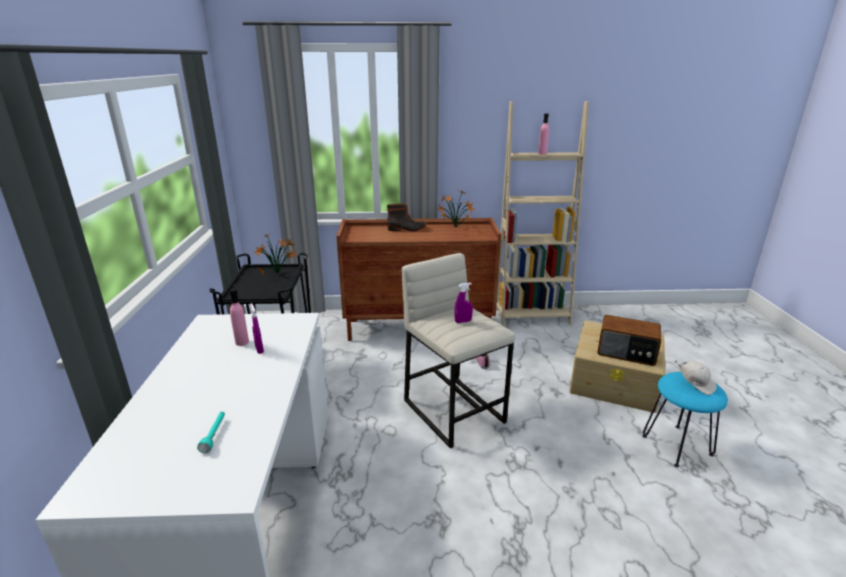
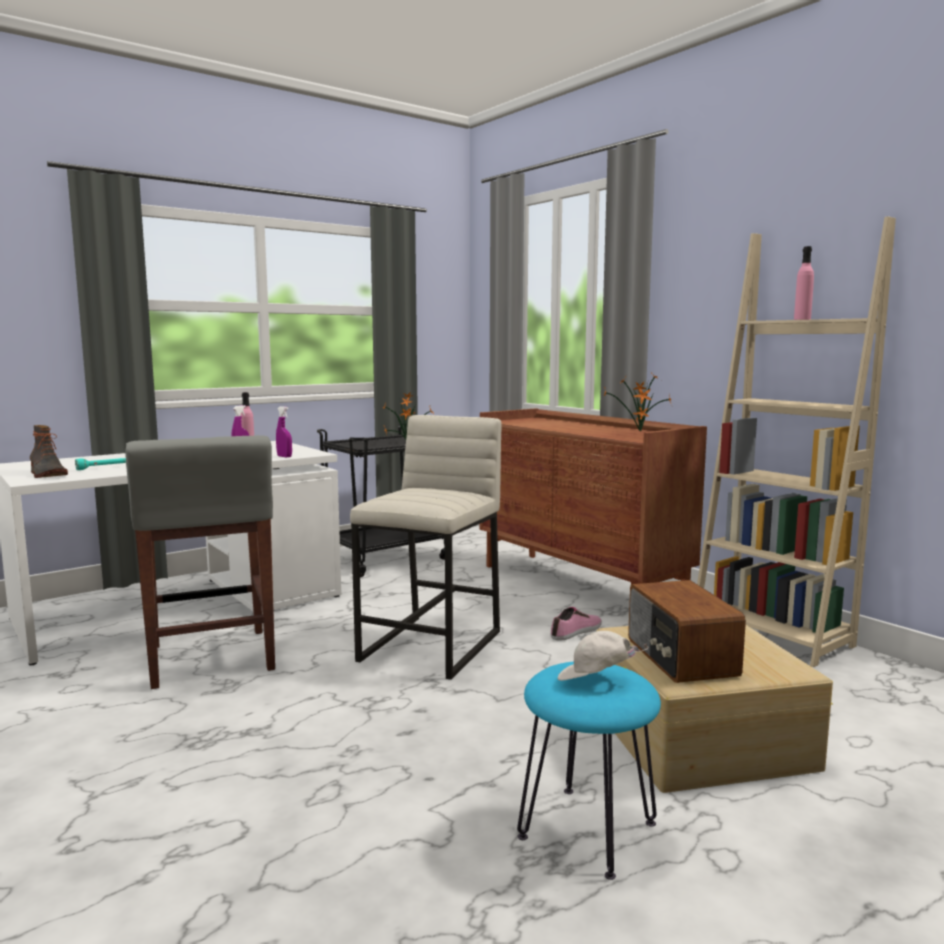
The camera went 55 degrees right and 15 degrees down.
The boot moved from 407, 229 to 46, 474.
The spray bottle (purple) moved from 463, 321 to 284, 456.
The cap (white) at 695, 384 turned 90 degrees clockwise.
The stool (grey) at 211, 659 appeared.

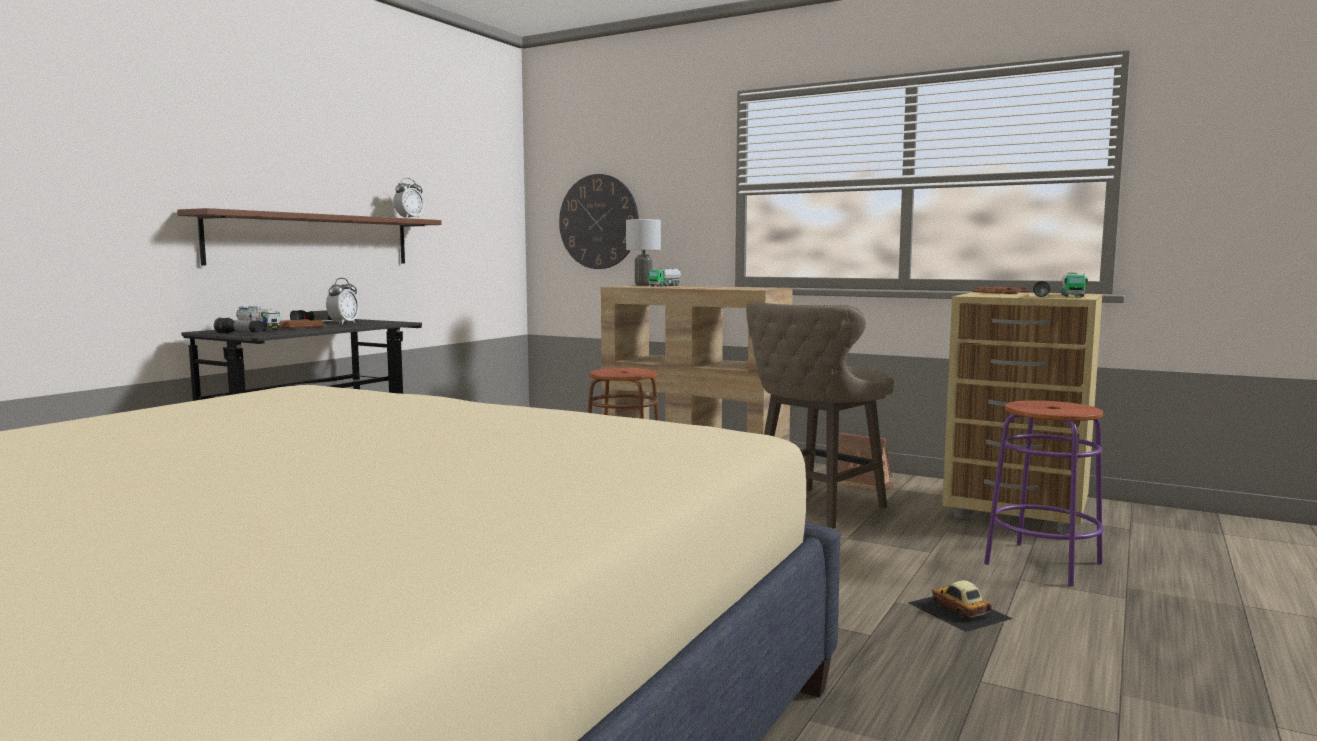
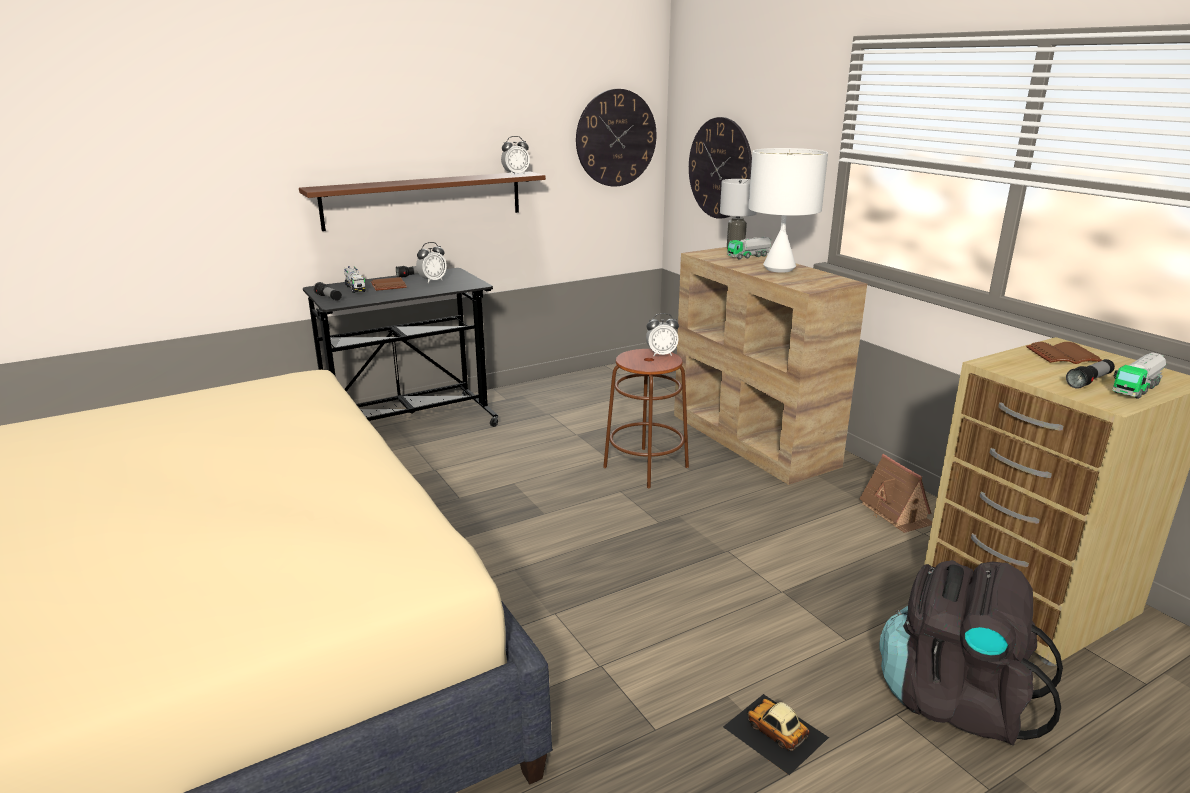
The camera went 30 degrees right and 15 degrees up.
The stool (beige) at 814, 508 disappeared.
The toy car at 958, 610 turned 45 degrees counterclockwise.
The stool (purple) at 1043, 563 was replaced by the backpack (black) at 954, 700.
The wall clock at 616, 138 appeared.
The alarm clock at 661, 354 appeared.
The table lamp (white) at 779, 269 appeared.

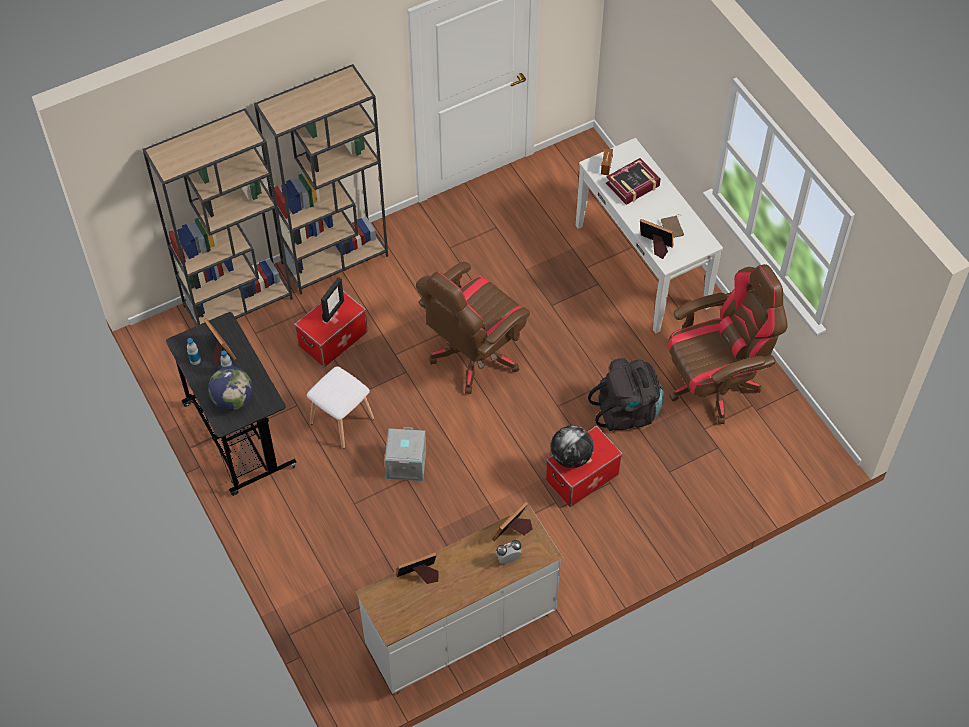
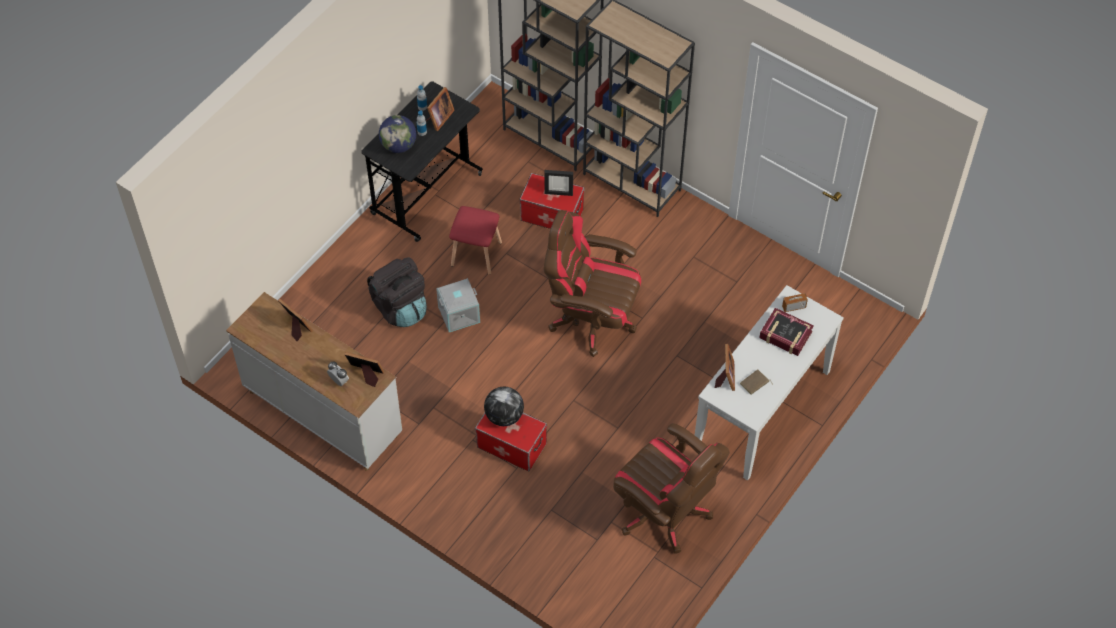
The camera went 65 degrees right and 0 degrees up.
The stool (white) at 343, 421 became the stool (red) at 476, 255.
The backpack (black) moved from 627, 412 to 400, 307.

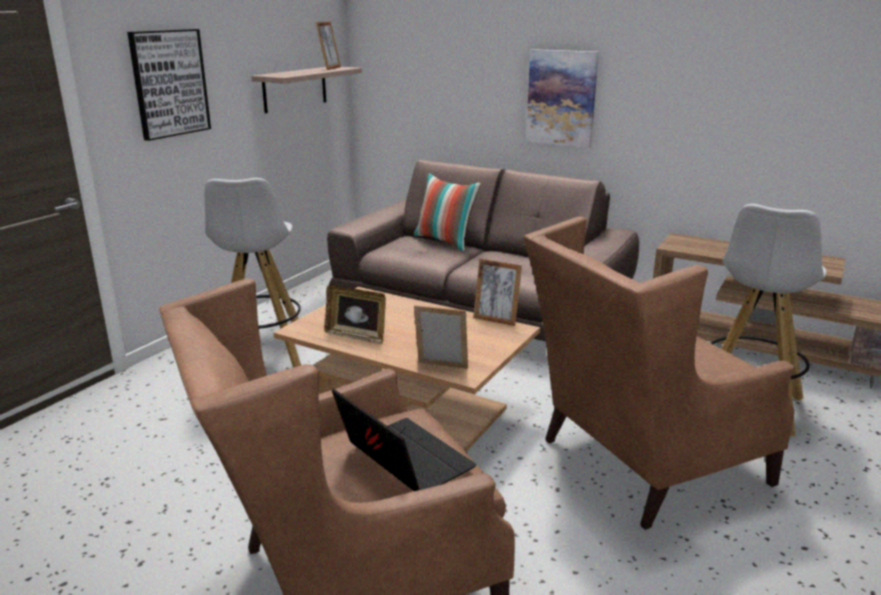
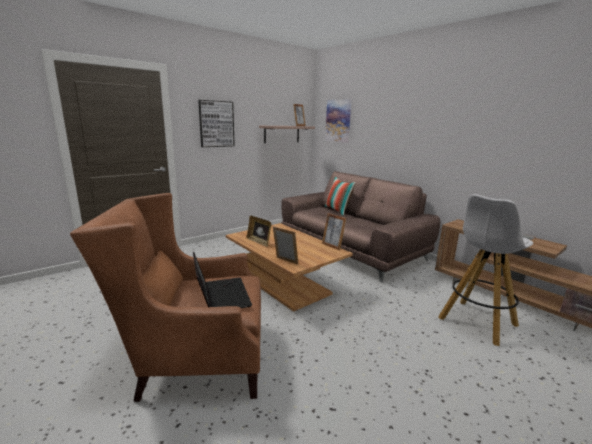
The camera went 20 degrees right and 5 degrees down.
The stool (white) at 262, 355 disappeared.
The armchair (brown) at 641, 465 disappeared.
The picture moved from 561, 98 to 338, 121.

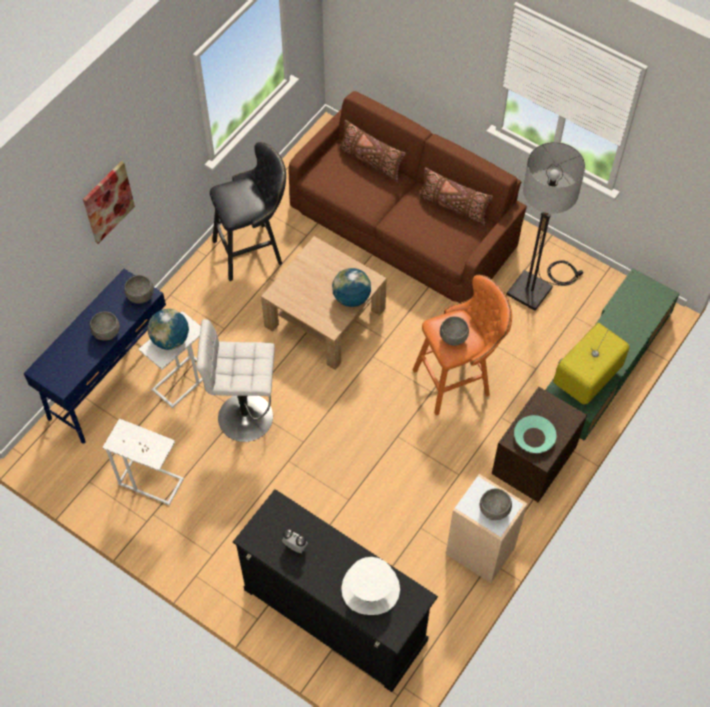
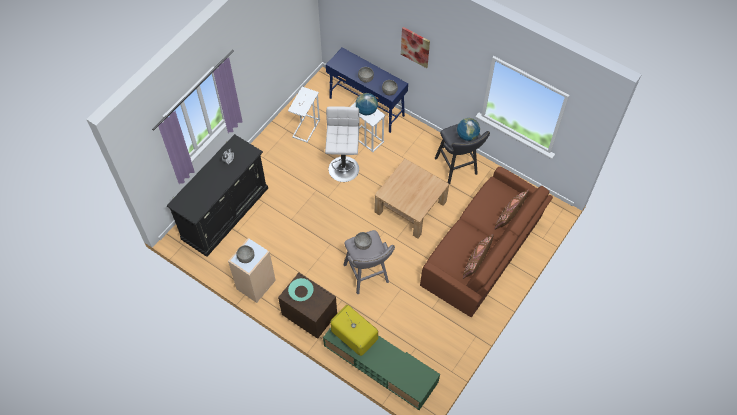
The camera went 90 degrees right and 0 degrees up.
The globe moved from 351, 298 to 467, 135.
The hat (white) at 370, 589 disappeared.
The stool (orange) at 459, 379 became the stool (grey) at 368, 278.
The floor lamp at 539, 286 disappeared.

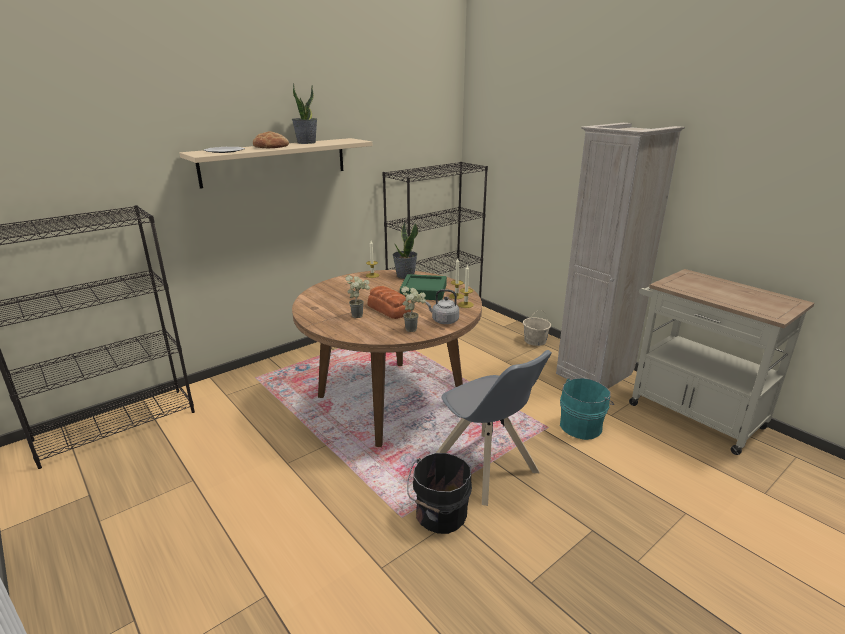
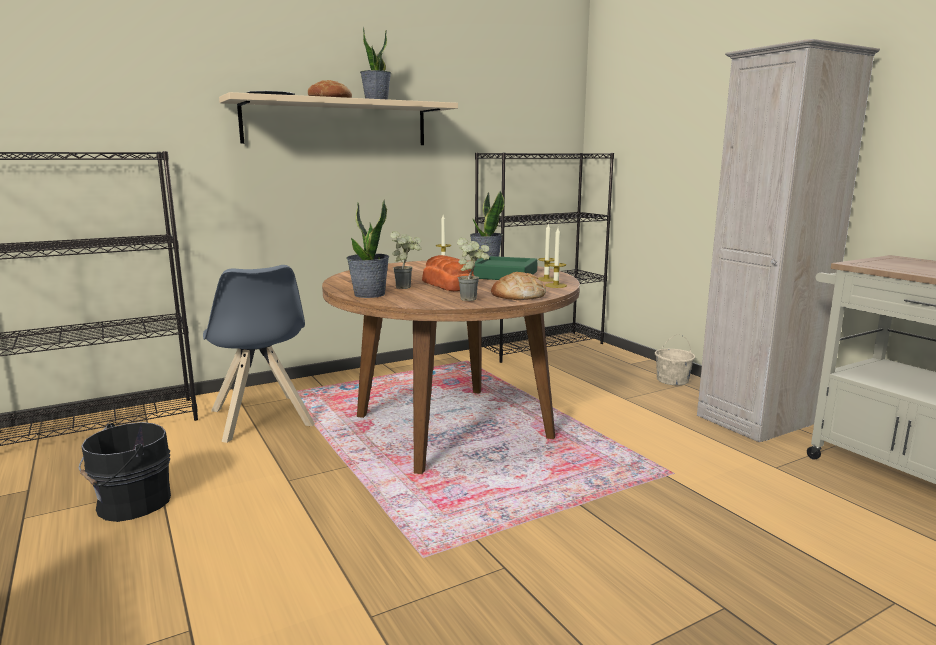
The camera went 10 degrees right and 10 degrees down.
The bucket (black) moved from 439, 515 to 130, 504.
The kettle (grey) at 443, 321 was replaced by the bread at 518, 295.
The chair (grey) moved from 486, 468 to 262, 419.
The bucket (turquoise) at 582, 426 disappeared.
The potted plant at 369, 294 appeared.

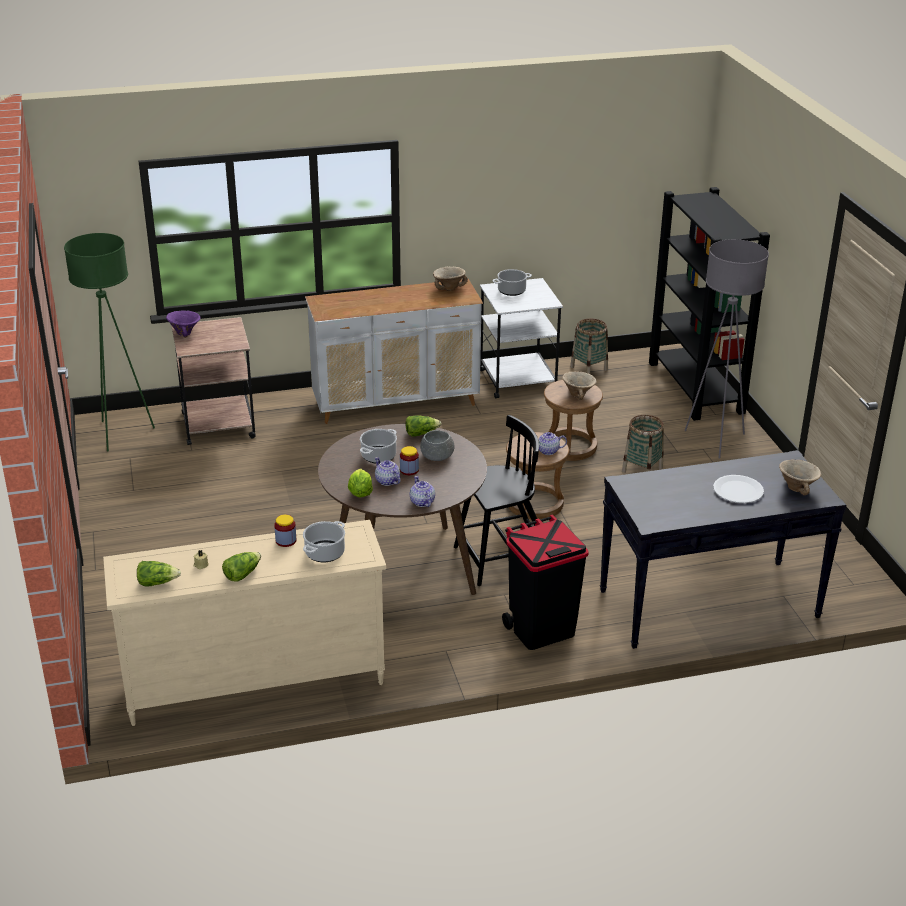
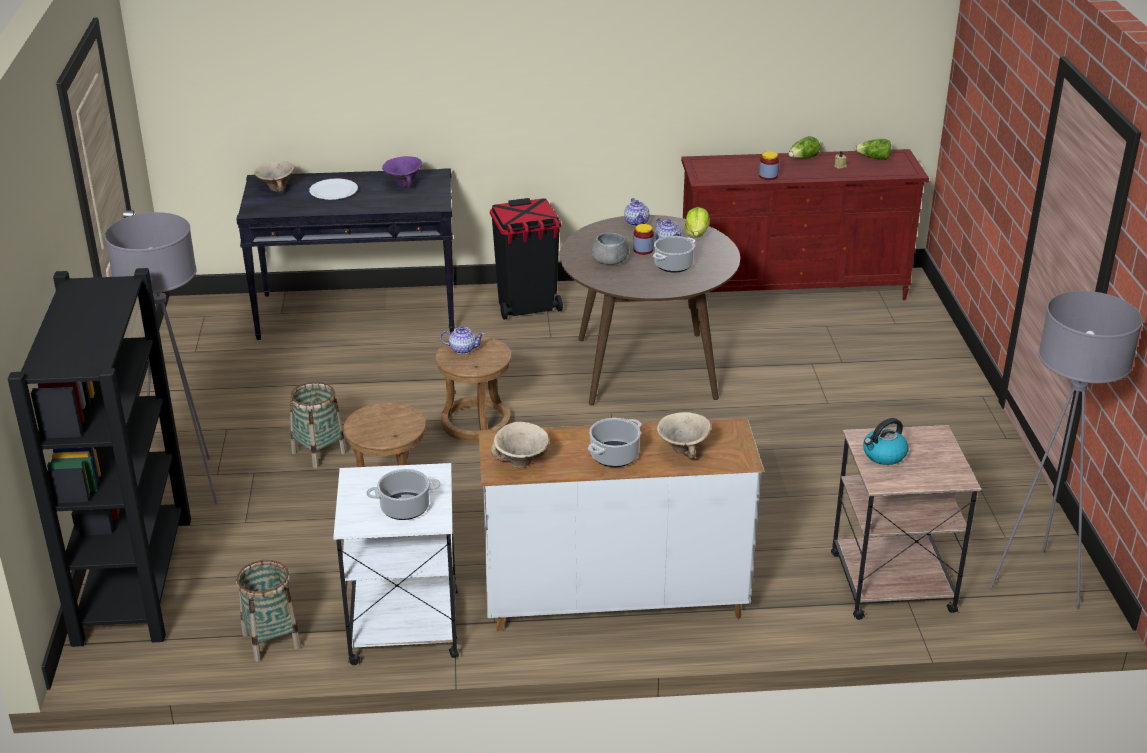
The camera went 170 degrees left and 0 degrees up.
The floor lamp (green) at 121, 433 became the floor lamp (grey) at 1037, 582.
The dresser (beige) at 255, 685 became the dresser (red) at 792, 290.
The bowl (purple) moved from 185, 333 to 402, 184.
The cooking pot moved from 325, 552 to 614, 456.
The lettuce at 421, 433 disappeared.
The chair (black) at 503, 558 disappeared.
The bowl (beige) moved from 578, 394 to 682, 451.
The kettle at 883, 455 appeared.

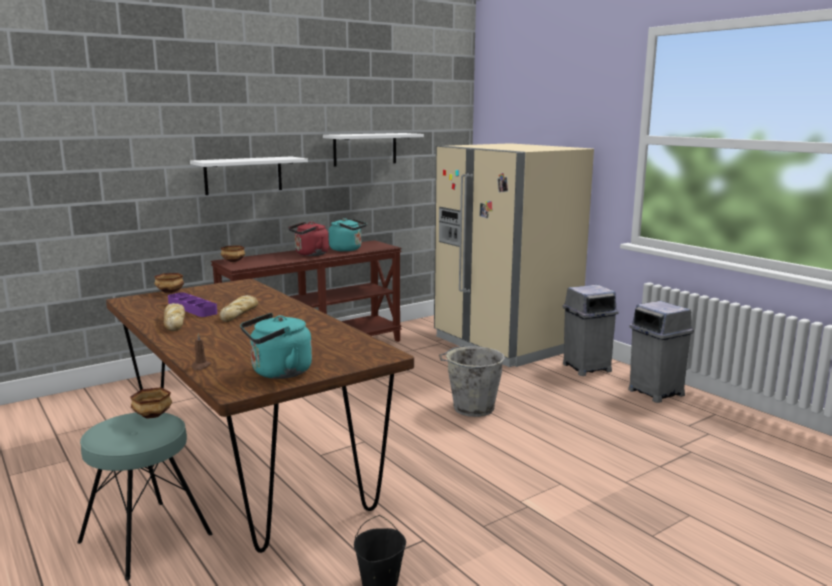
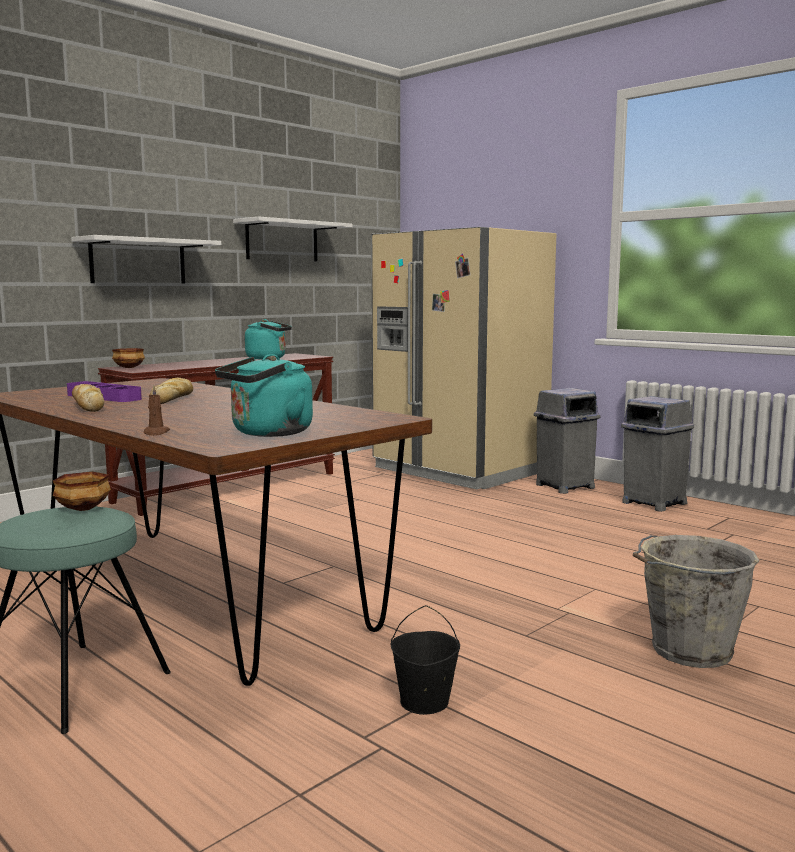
The camera went 10 degrees left and 5 degrees down.
The bowl at 170, 292 disappeared.
The kettle (red) at 310, 254 disappeared.
The bucket (grey) moved from 471, 408 to 688, 651.

